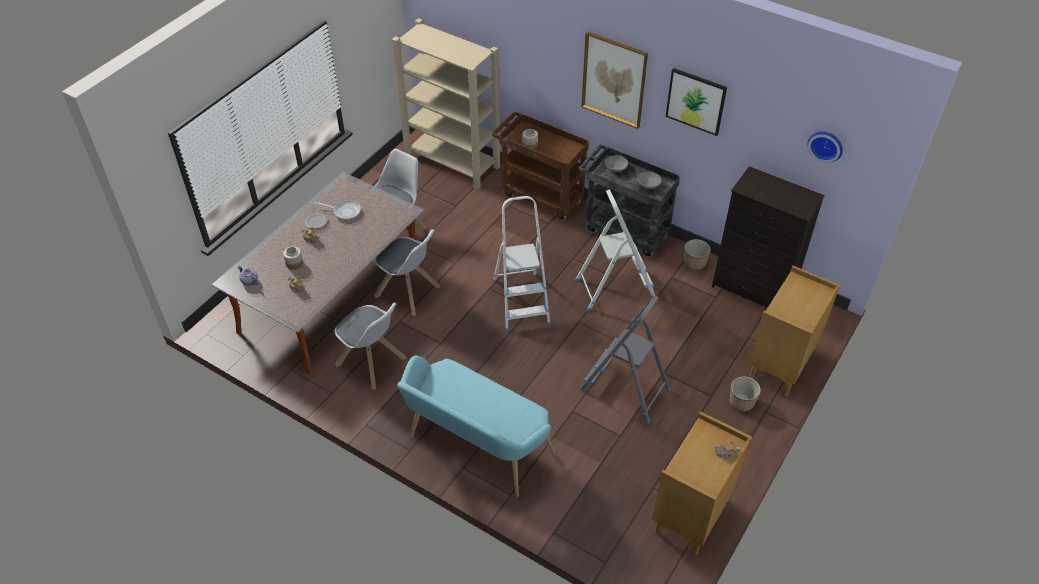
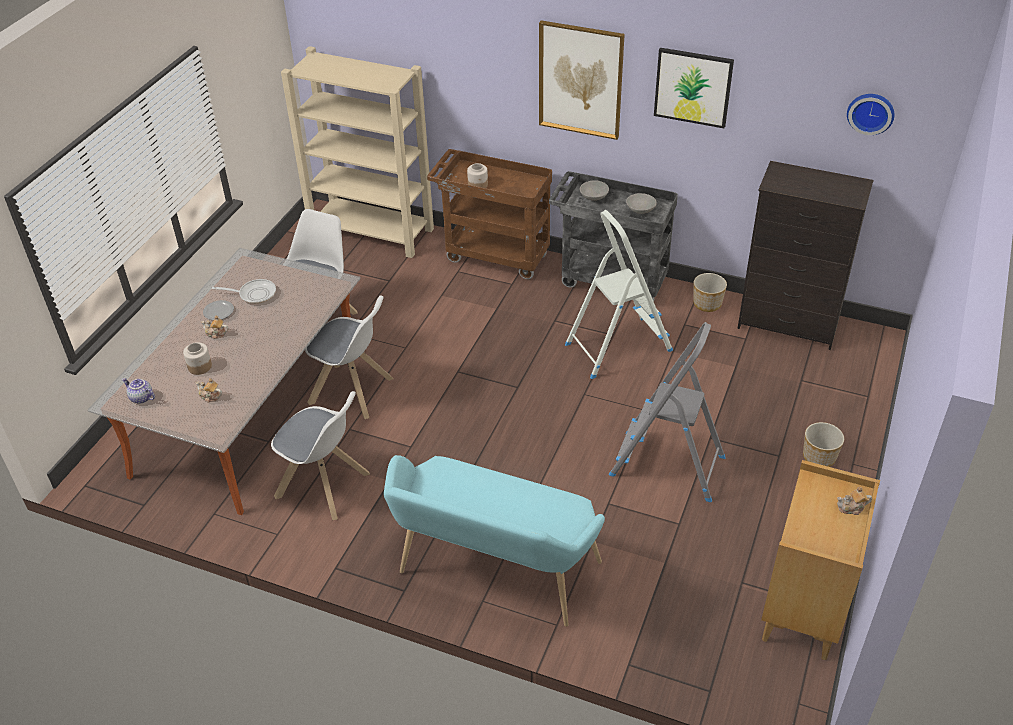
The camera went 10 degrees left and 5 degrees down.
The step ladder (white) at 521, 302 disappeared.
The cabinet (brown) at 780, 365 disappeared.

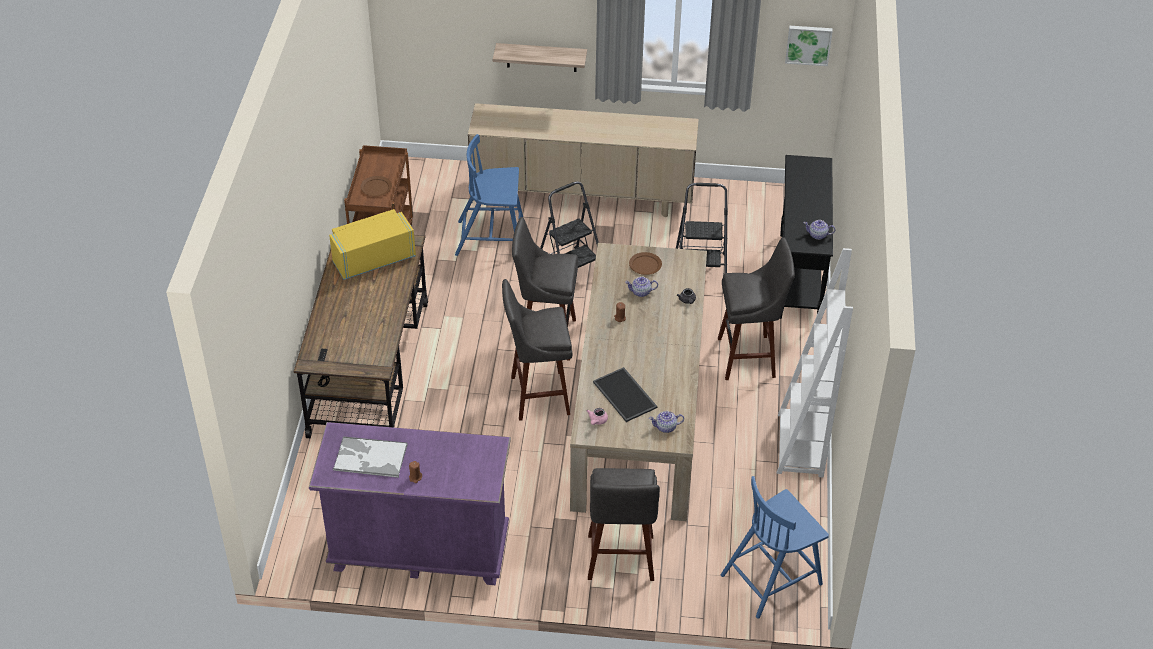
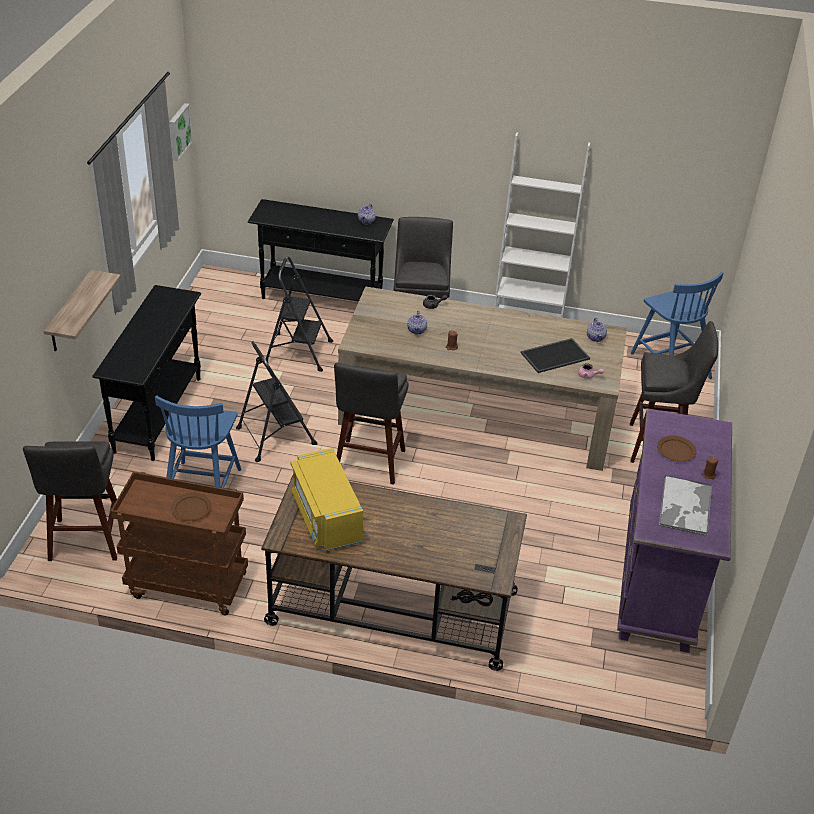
The camera went 85 degrees left and 5 degrees down.
The cabinet (beige) at 583, 197 was replaced by the console table (black) at 158, 414.
The stool (grey) moved from 537, 395 to 85, 542.
The plate (brown) moved from 645, 265 to 676, 450.

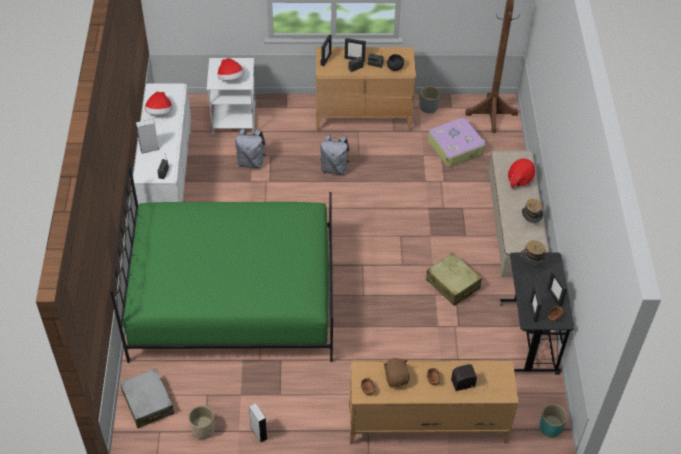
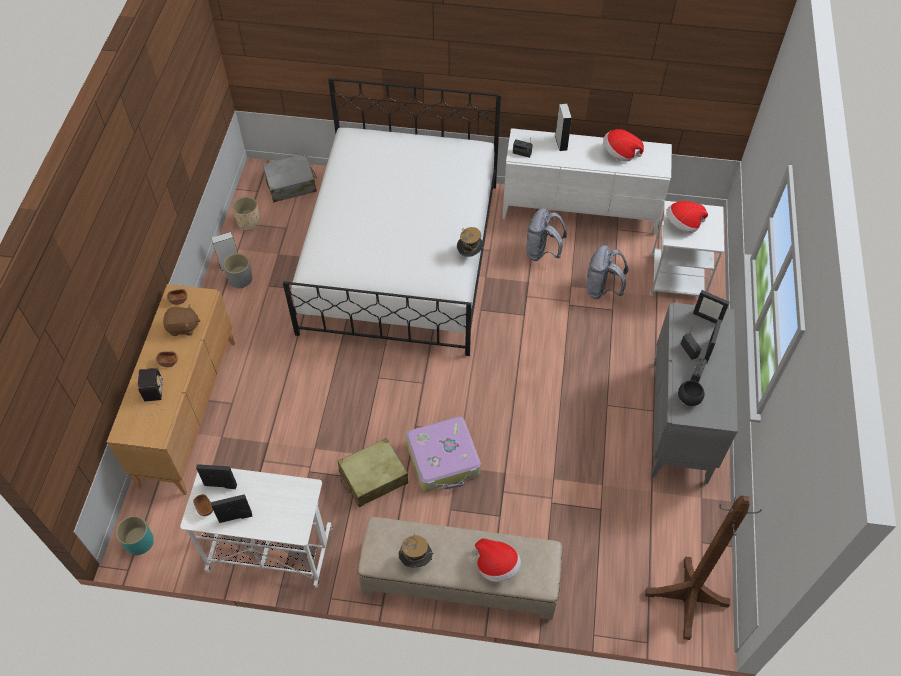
The camera went 100 degrees right and 5 degrees up.
The bed (green) at 232, 297 became the bed (white) at 401, 256.
The cabinet (brown) at 363, 118 became the cabinet (grey) at 679, 421.
The backpack (grey) moved from 334, 168 to 542, 252.
The planter (grey) moved from 428, 107 to 240, 279.
The suitcase moved from 456, 147 to 443, 459.
The desk (black) at 529, 338 became the desk (white) at 269, 549.
The hat moved from 531, 263 to 470, 255.

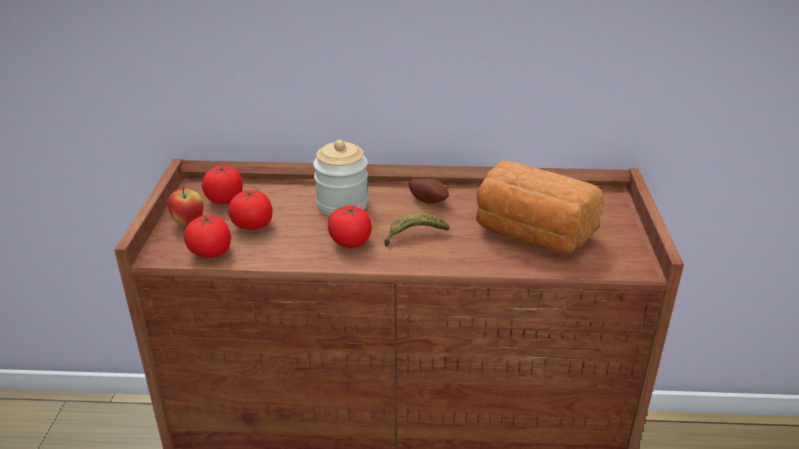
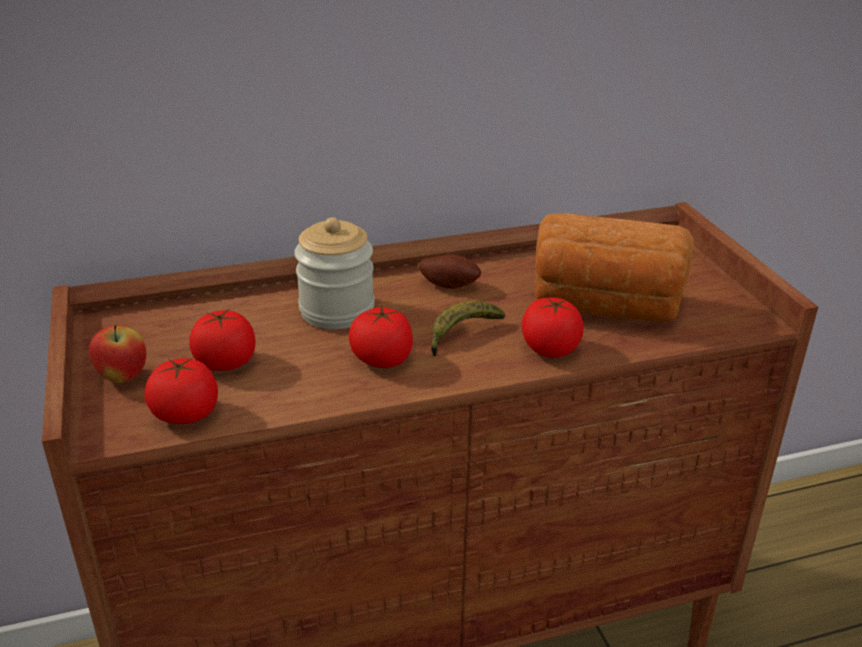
The camera went 20 degrees left and 0 degrees up.
The tomato moved from 224, 199 to 550, 349.

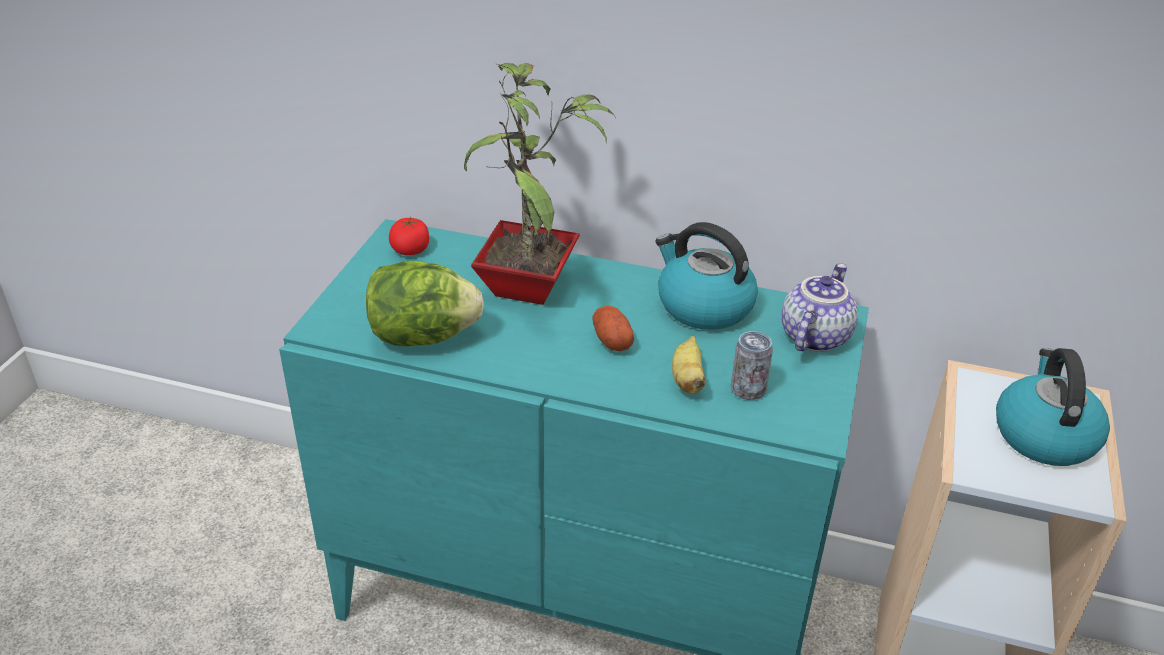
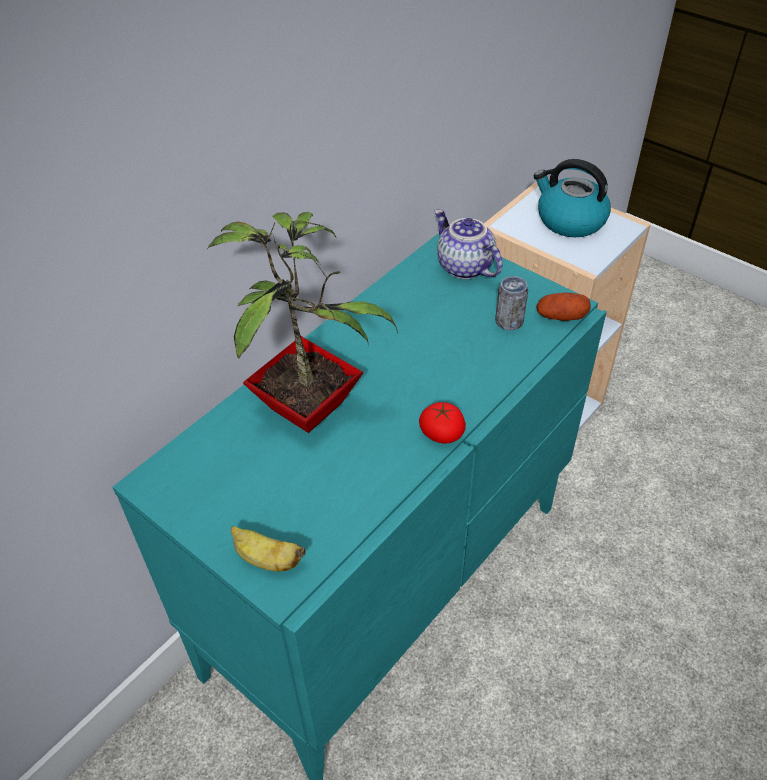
The camera went 65 degrees left and 10 degrees up.
The lettuce at 423, 337 disappeared.
The tomato moved from 410, 249 to 442, 433.
The potato moved from 612, 340 to 561, 316.
The kettle at 703, 306 disappeared.
The banana moved from 687, 380 to 267, 559.

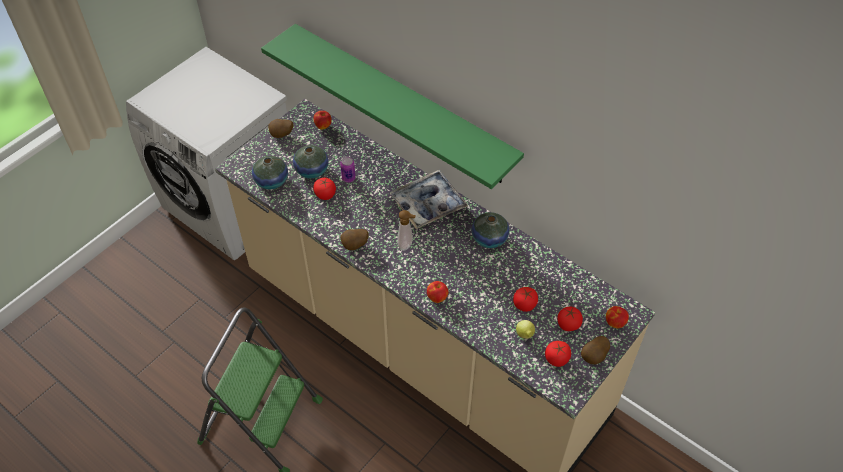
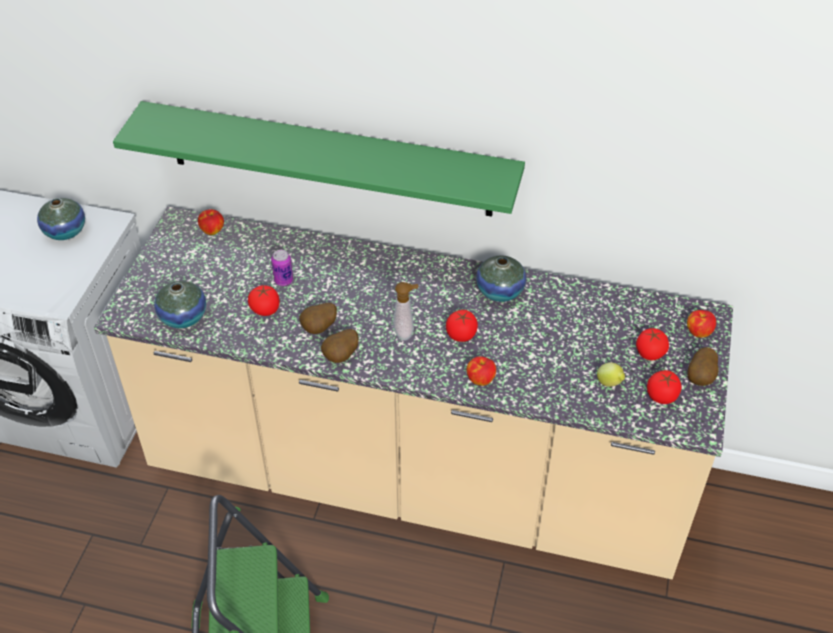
The camera went 25 degrees left and 5 degrees down.
The potato moved from 282, 135 to 320, 328.
The vase moved from 312, 170 to 65, 231.
The tray at 428, 204 disappeared.
The tomato moved from 524, 304 to 461, 334.

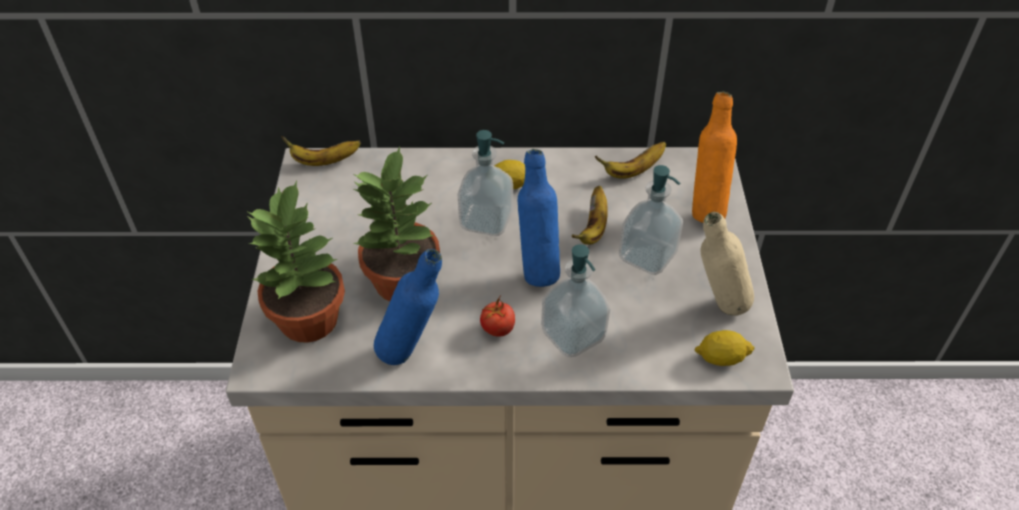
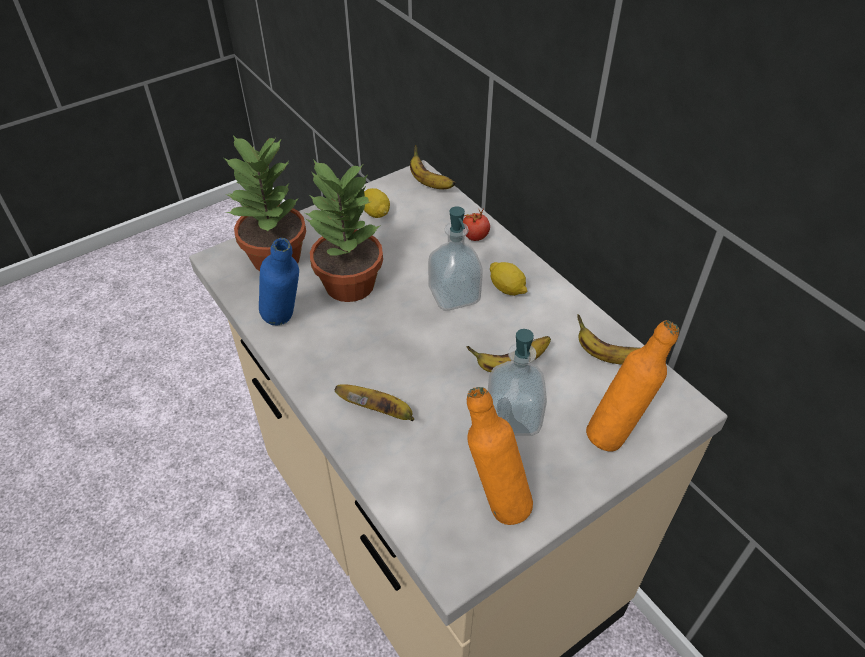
The camera went 55 degrees right and 0 degrees up.
The tomato moved from 497, 329 to 475, 236.
The bottle (blue) at 537, 269 disappeared.
The soap dispenser at 573, 335 was replaced by the banana at 379, 411.
The lemon moved from 721, 358 to 375, 213.
The bottle (beige) at 716, 309 became the bottle (orange) at 494, 501.

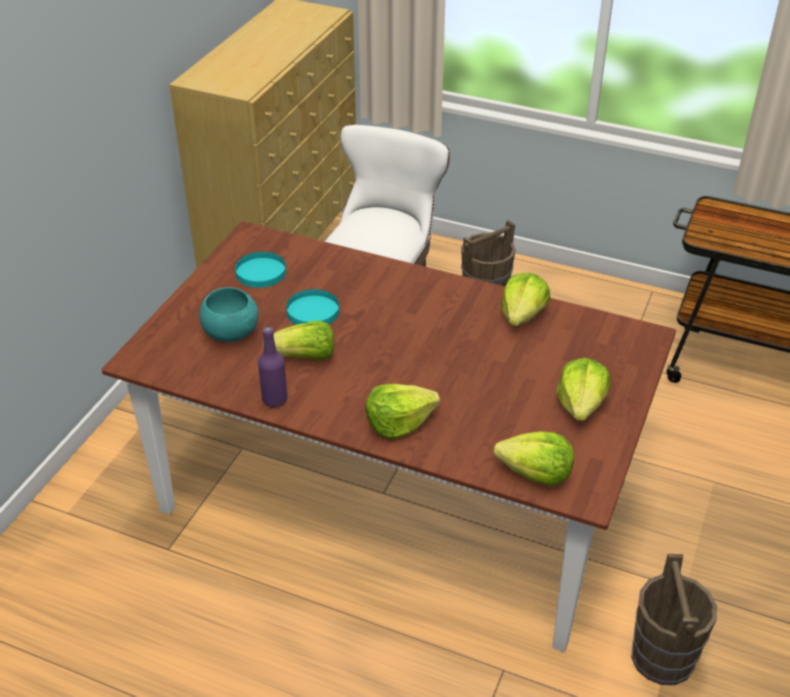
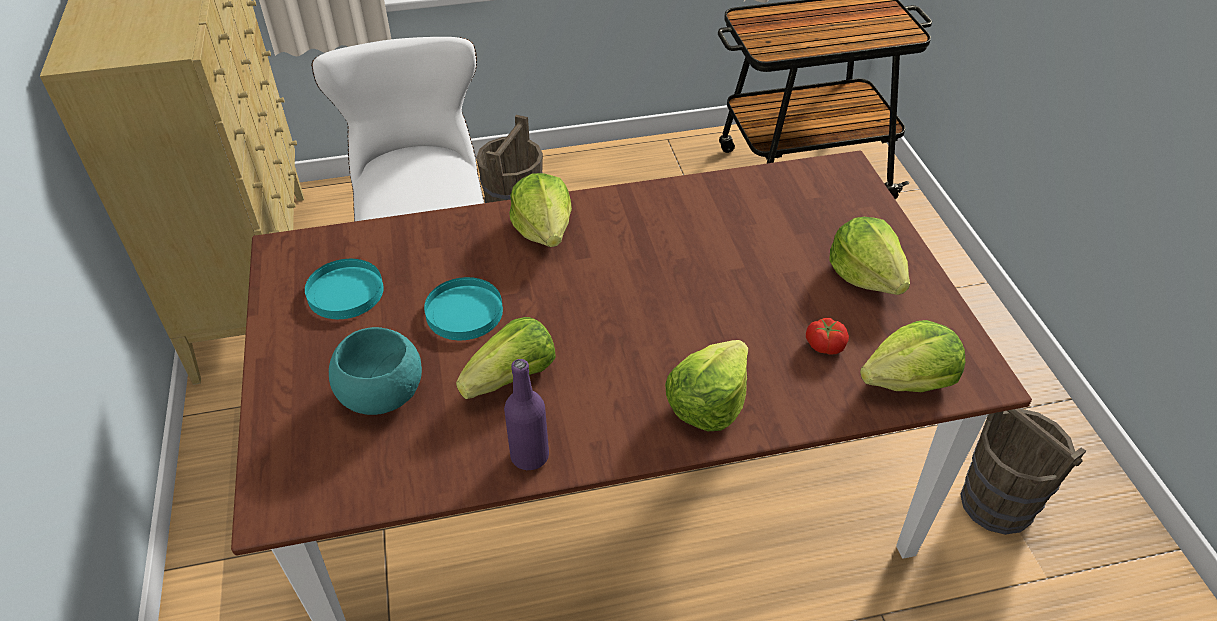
The camera went 35 degrees left and 5 degrees up.
The lettuce moved from 522, 315 to 544, 230.
The tomato at 825, 344 appeared.

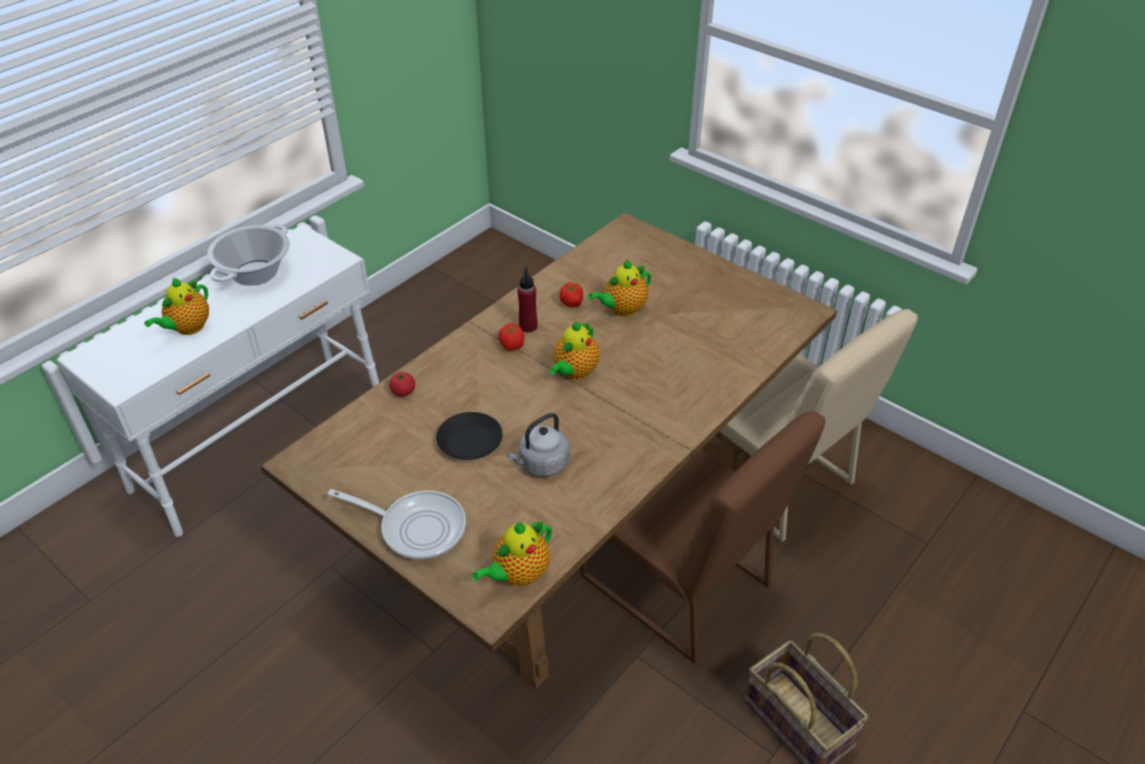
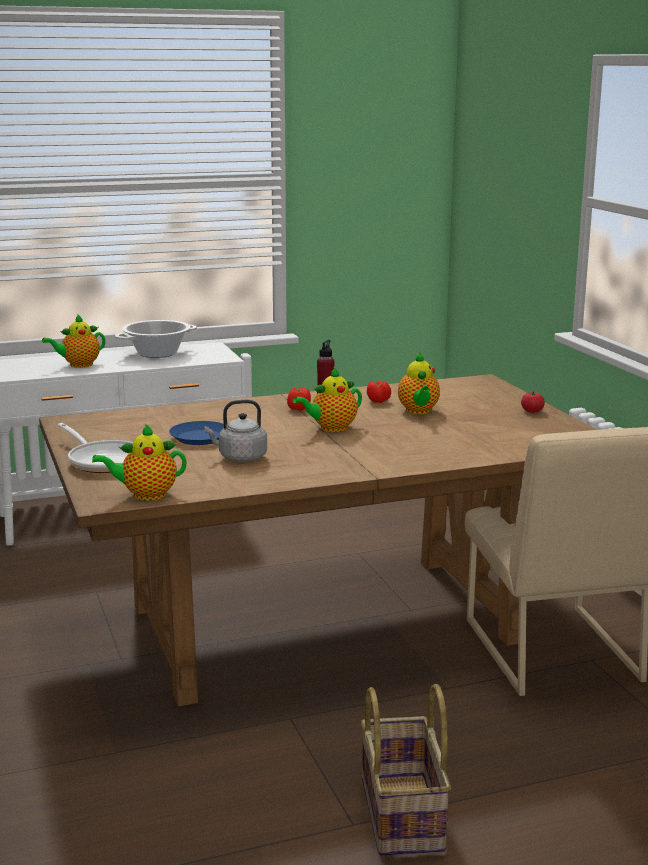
The camera went 30 degrees right and 25 degrees down.
The tomato moved from 403, 392 to 532, 411.
The plate (black) at 469, 441 became the plate (blue) at 199, 438.
The chair (brown) at 679, 584 disappeared.
The teapot at 622, 309 turned 90 degrees counterclockwise.

